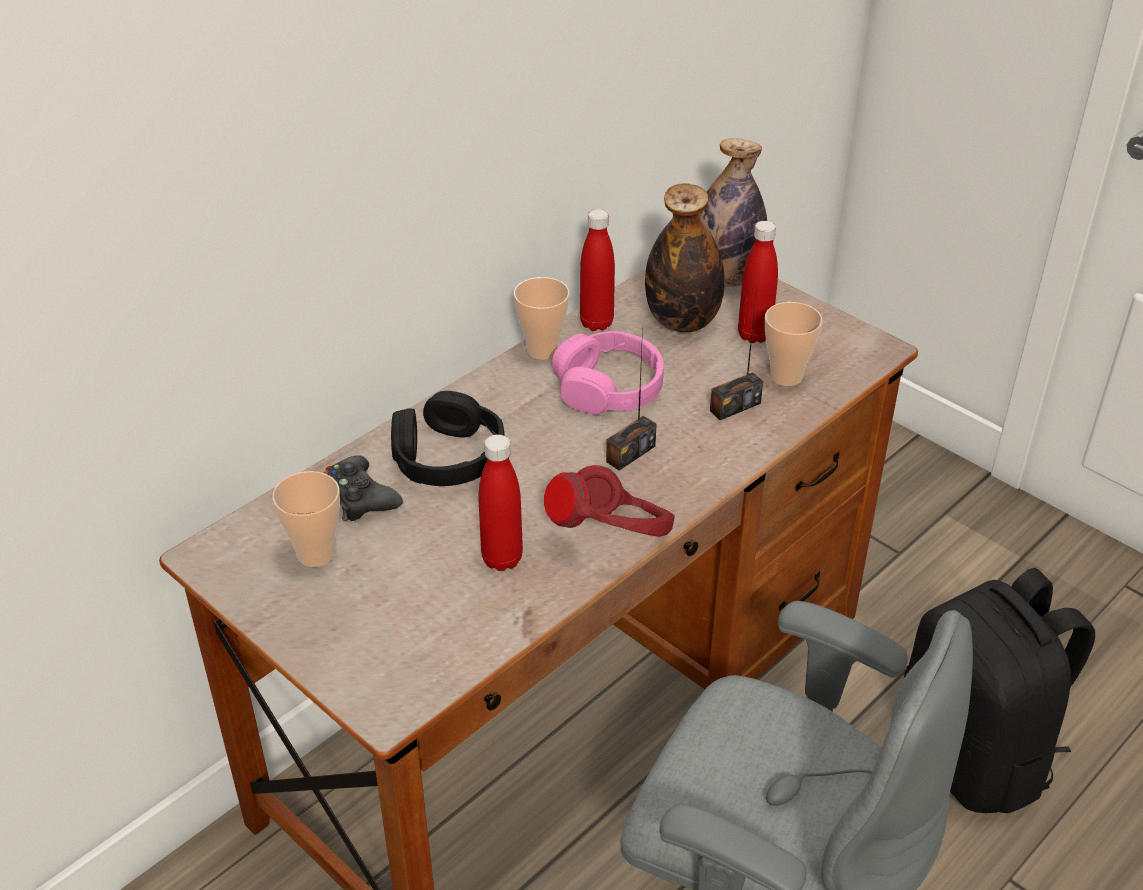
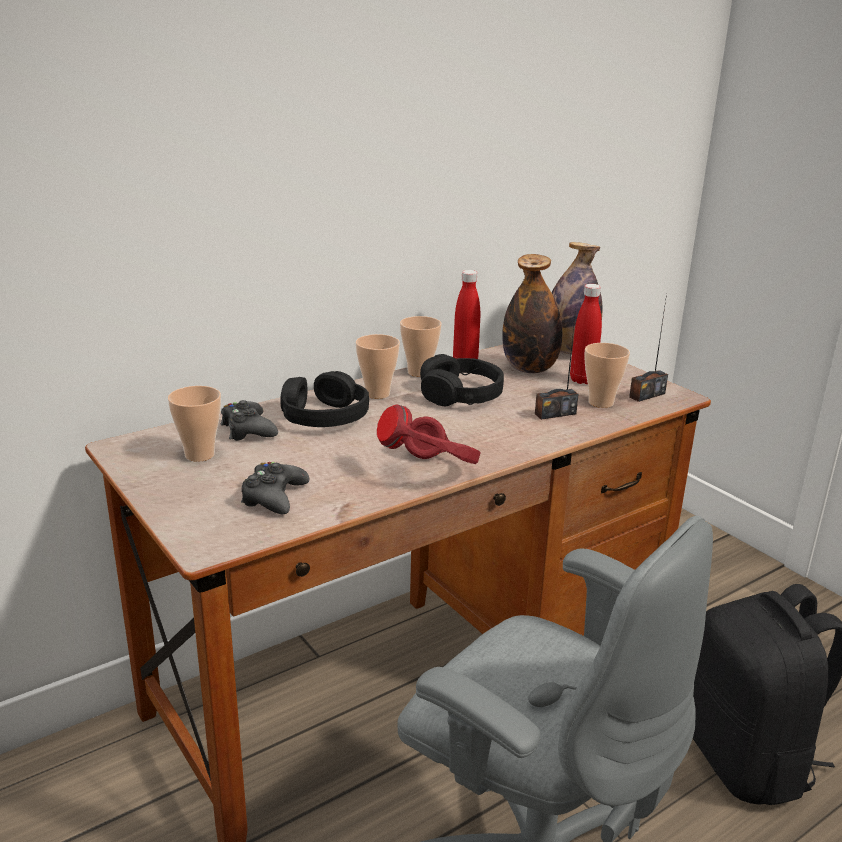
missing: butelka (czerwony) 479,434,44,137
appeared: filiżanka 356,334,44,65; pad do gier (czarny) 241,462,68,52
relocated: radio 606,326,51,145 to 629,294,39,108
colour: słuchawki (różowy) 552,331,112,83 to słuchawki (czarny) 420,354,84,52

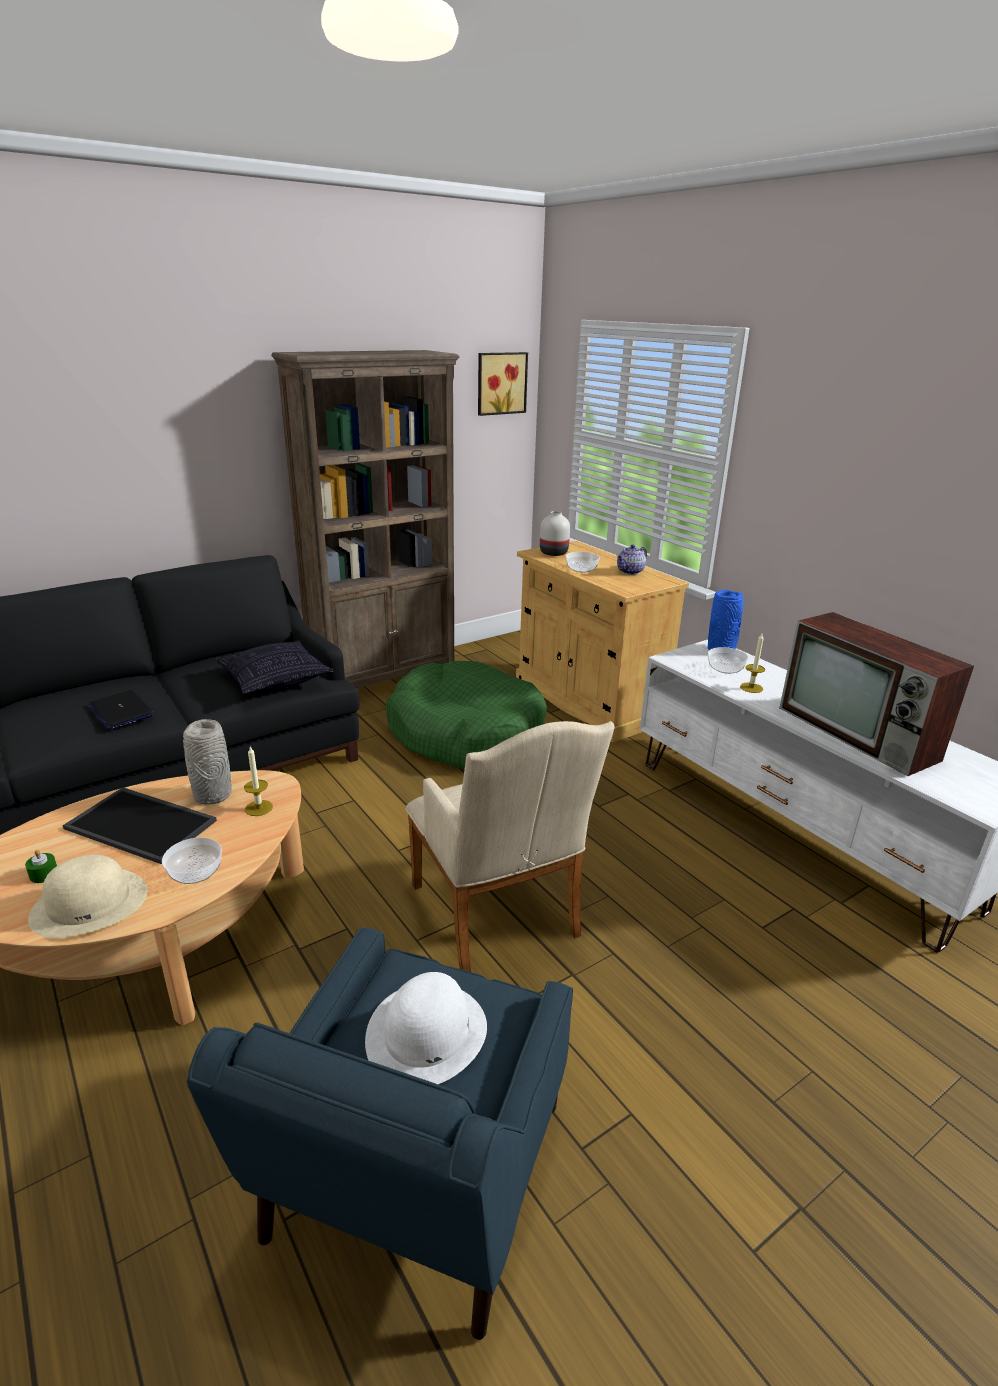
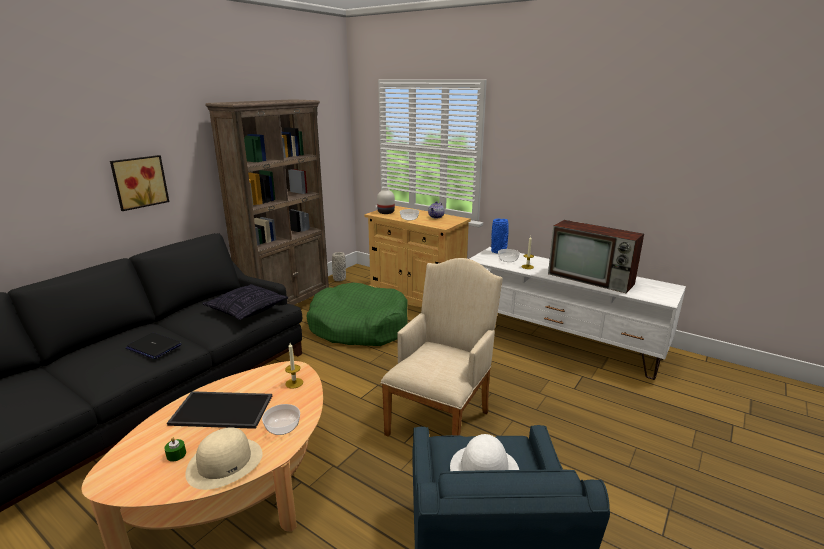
relocated: obraz 478,352,50,64 to 110,155,59,56; wazon (szary) 183,719,49,86 to 332,252,14,29
spun: fotel (beżowy) 406,721,209,251 = 381,258,122,179 105 degrees counterclockwise

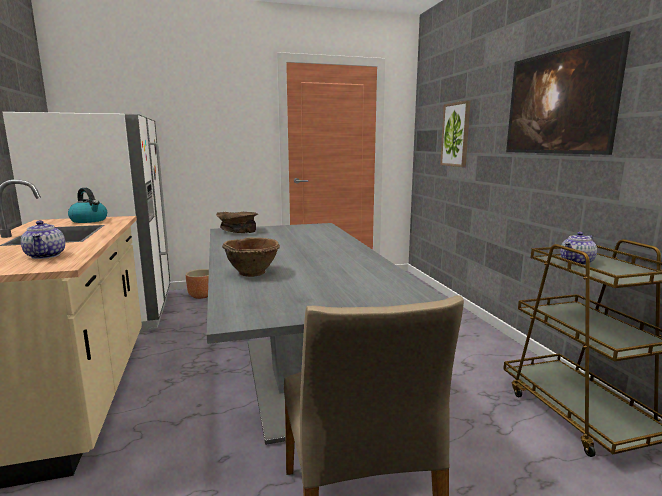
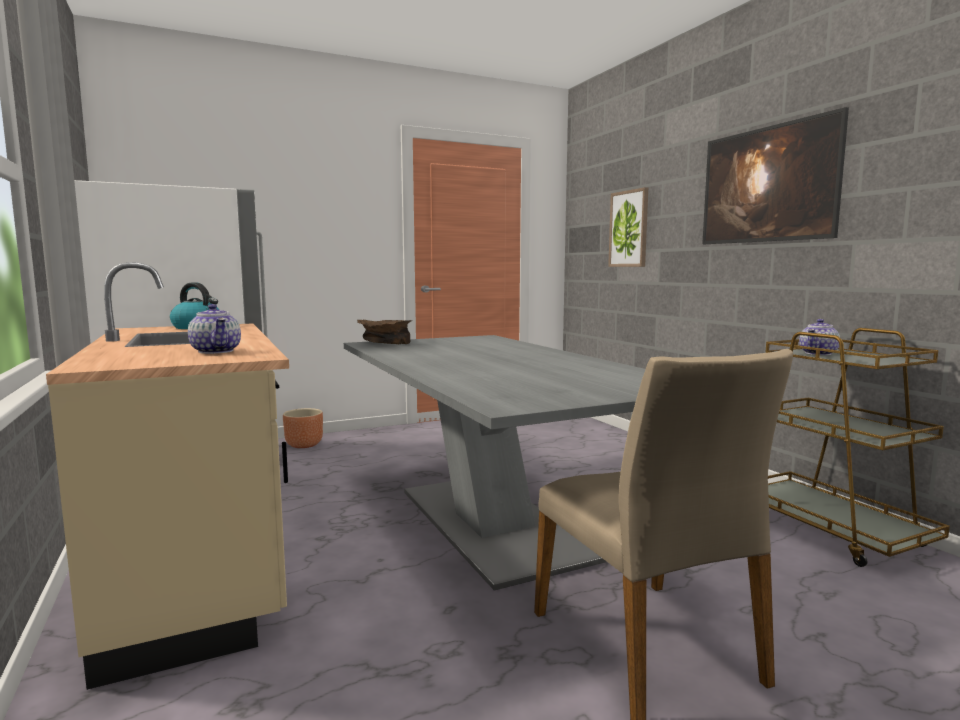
missing: miska (brązowy) 222,237,58,40

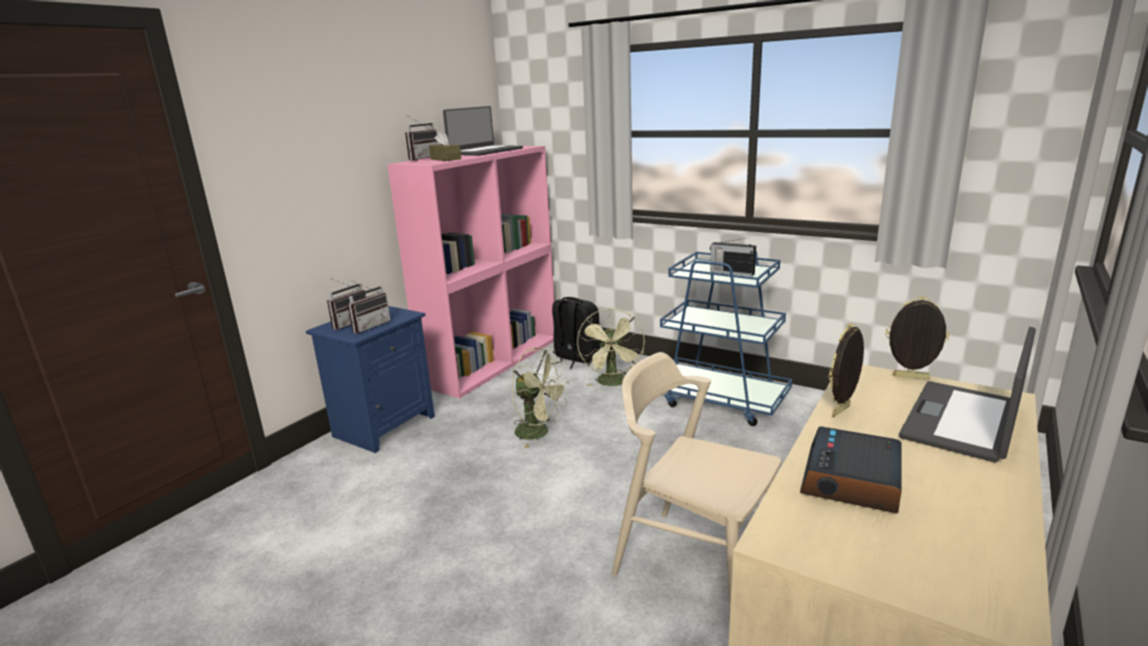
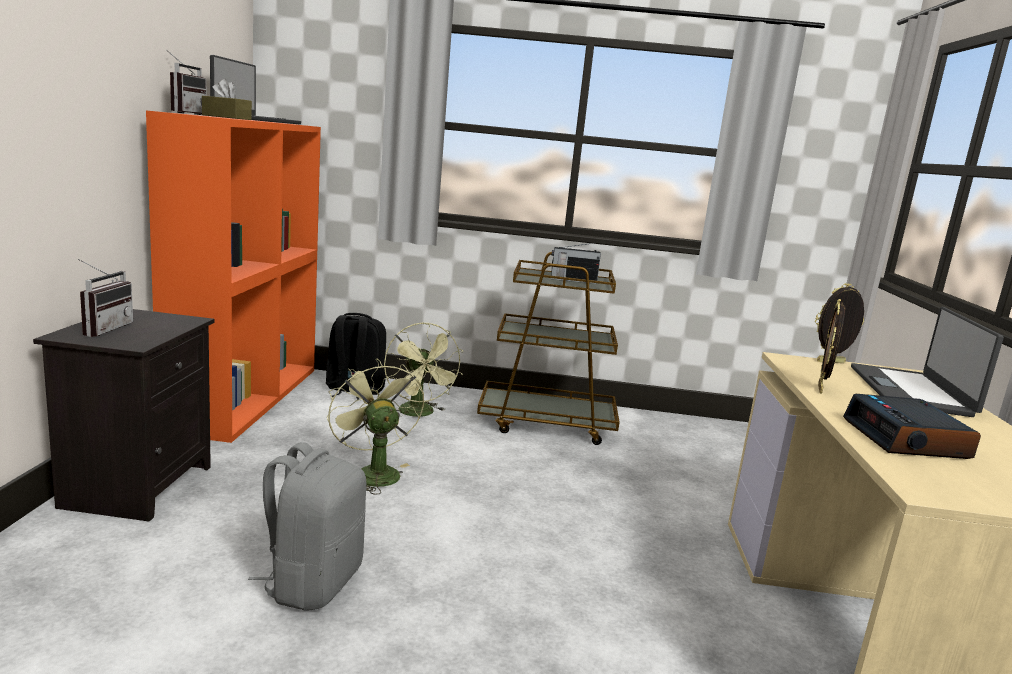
missing: radio 348,280,42,53; krzesło (beżowy) 612,352,169,259
appeared: plecak (szary) 248,442,118,169
colour: regał (różowy) 387,146,167,252 to regał (pomarańczowy) 146,110,175,333; wózek (niebieski) 660,251,132,175 to wózek (brązowy) 477,252,142,193; szafka nocna (niebieski) 306,306,129,147 to szafka nocna (czarny) 33,309,182,213
spun: wentylator (zielony) 512,347,58,101 = 327,358,97,137 120 degrees counterclockwise

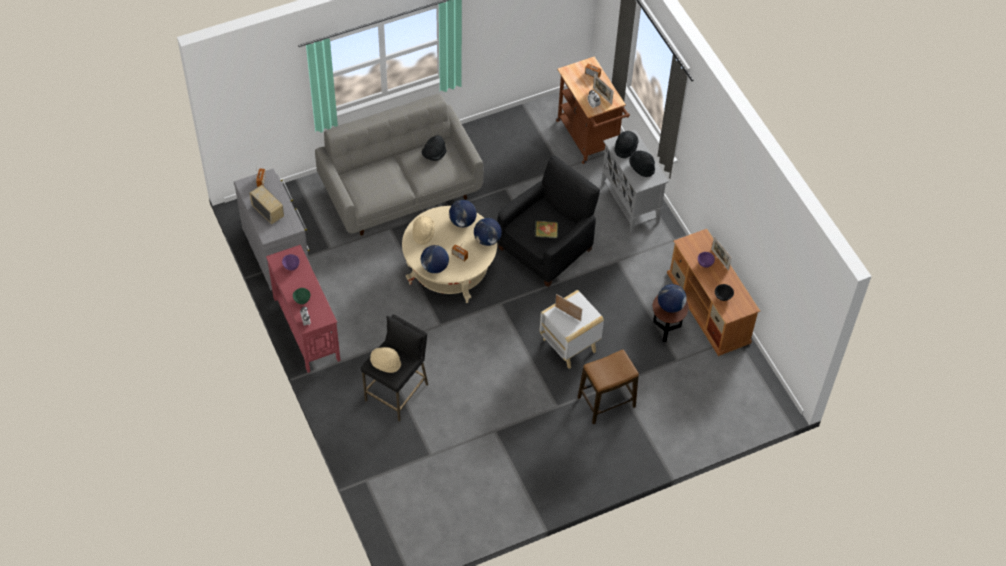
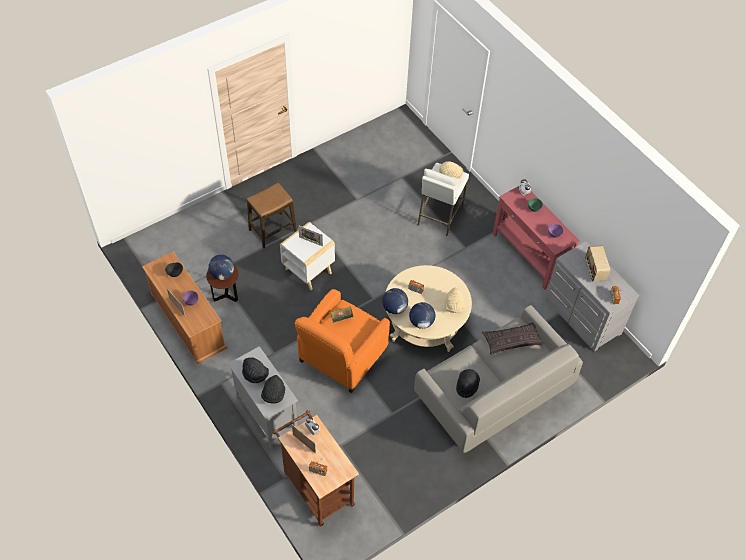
missing: globus 421,245,28,28
appeared: poduszka 482,322,62,33
colour: fotel (czarny) 497,156,103,131 to fotel (pomarańczowy) 295,289,95,104; stołek (czarny) 361,314,67,108 to stołek (biały) 418,163,51,73
spun: radio 249,185,35,39 = 585,245,25,37 45 degrees clockwise

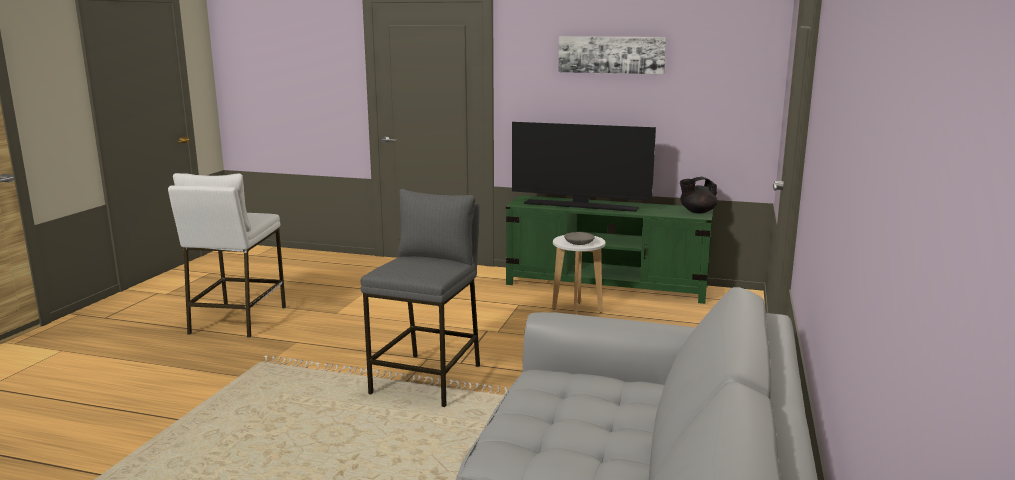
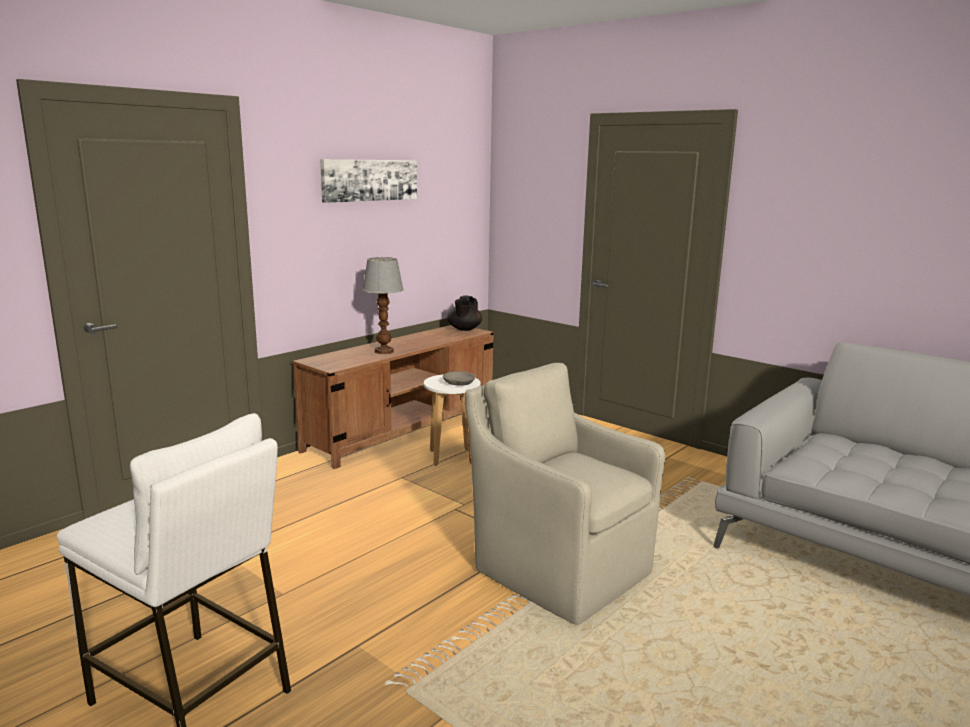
exchanged: telewizor 512,122,144,90 to lampa stołowa 362,257,42,97; stołek (szary) 361,189,119,218 to fotel (beżowy) 465,363,200,262
colour: szafka pod telewizor (zielony) 506,195,207,109 to szafka pod telewizor (brązowy) 293,325,201,144

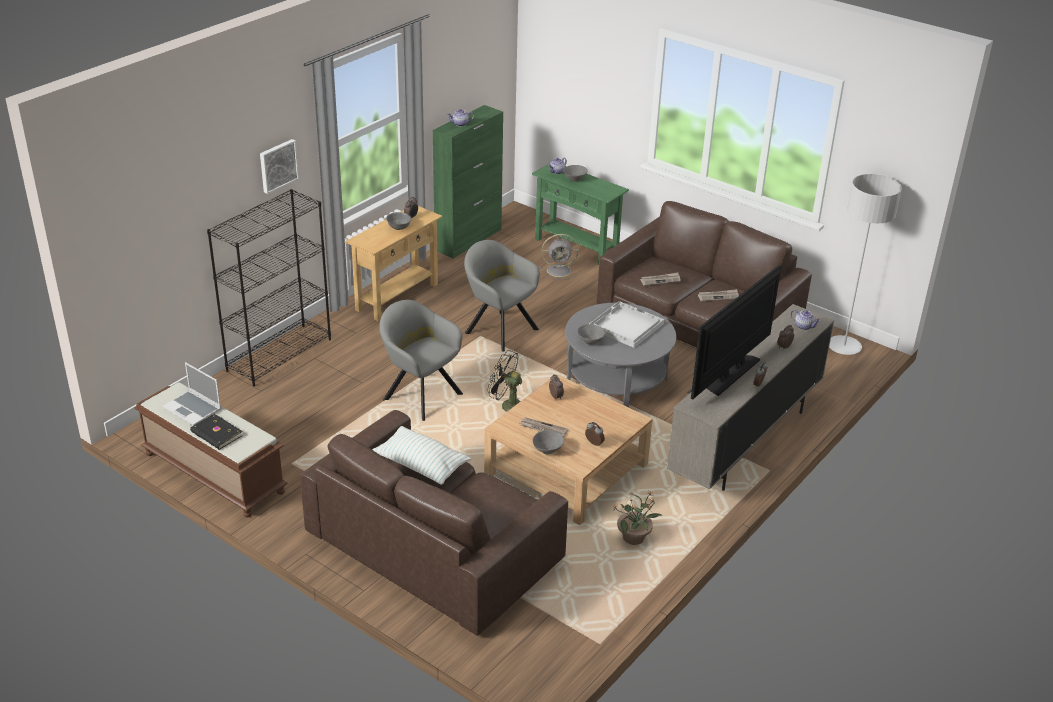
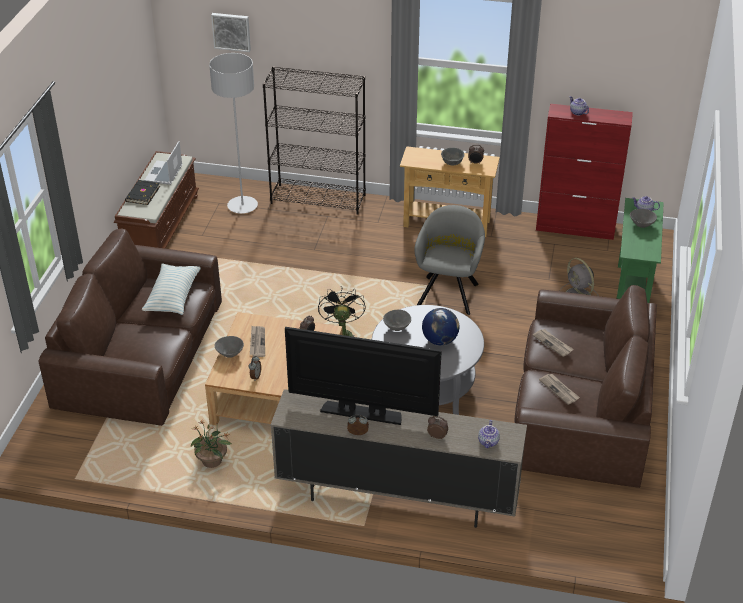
missing: fotel (szary) 379,300,84,121
relocated: obraz 260,139,39,55 to 211,13,40,39; lampa stojąca (szary) 829,174,73,181 to 209,53,49,161
exchanged: taca (biały) 589,301,75,47 to globus 422,308,37,37
colour: szafka (zielony) 433,105,70,153 to szafka (czerwony) 536,104,97,136

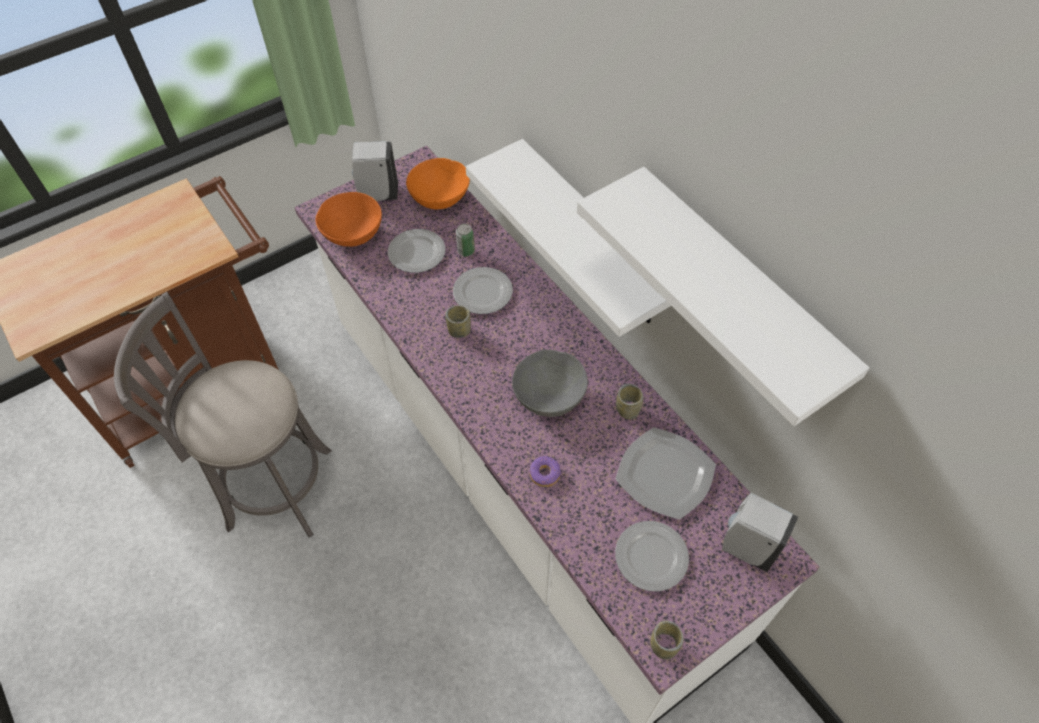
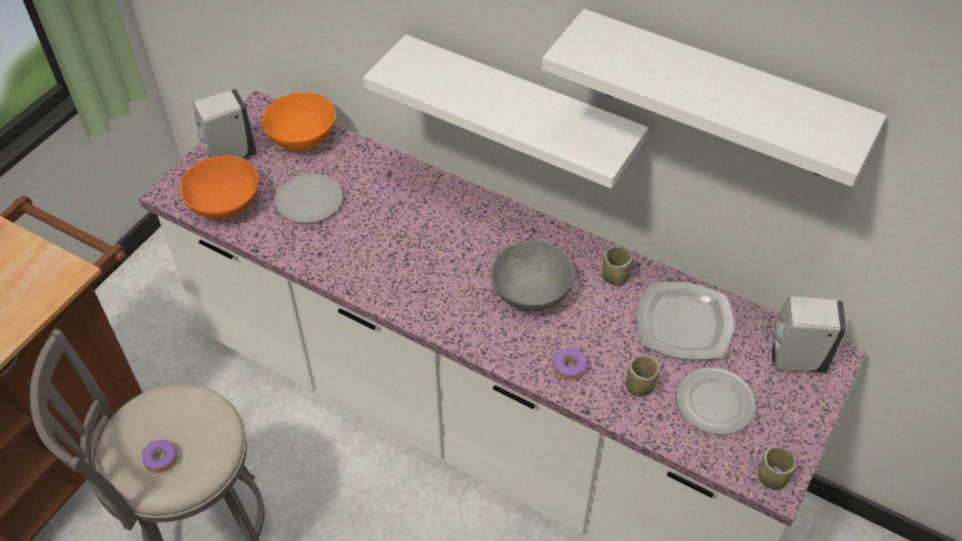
missing: puszka 456,224,19,33; talerz 453,267,60,47
appeared: donut 141,440,36,33
relocated: filiżanka 445,305,26,33 to 626,356,34,41

